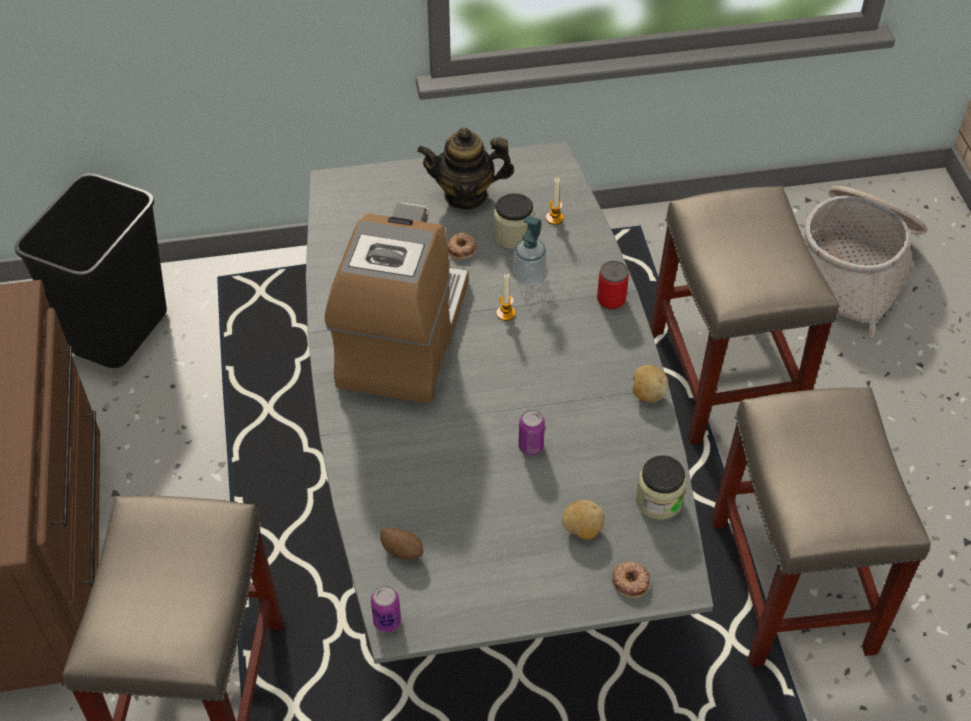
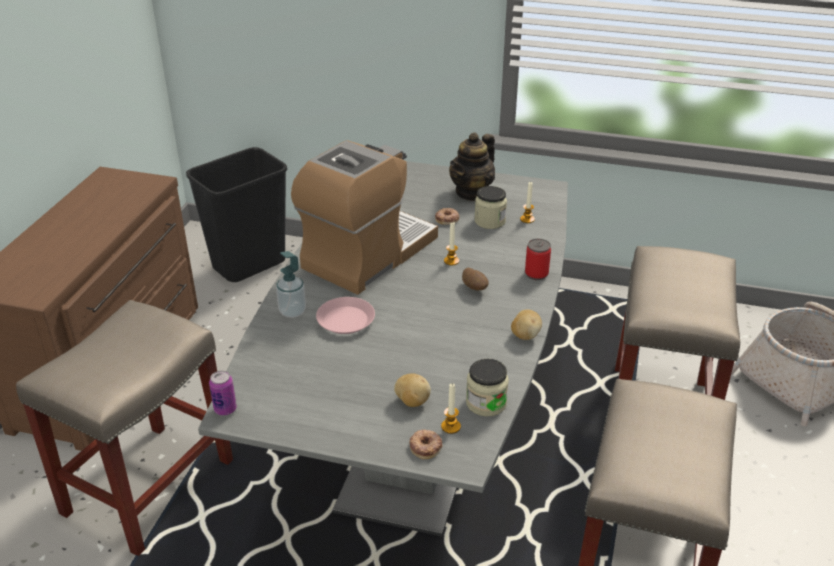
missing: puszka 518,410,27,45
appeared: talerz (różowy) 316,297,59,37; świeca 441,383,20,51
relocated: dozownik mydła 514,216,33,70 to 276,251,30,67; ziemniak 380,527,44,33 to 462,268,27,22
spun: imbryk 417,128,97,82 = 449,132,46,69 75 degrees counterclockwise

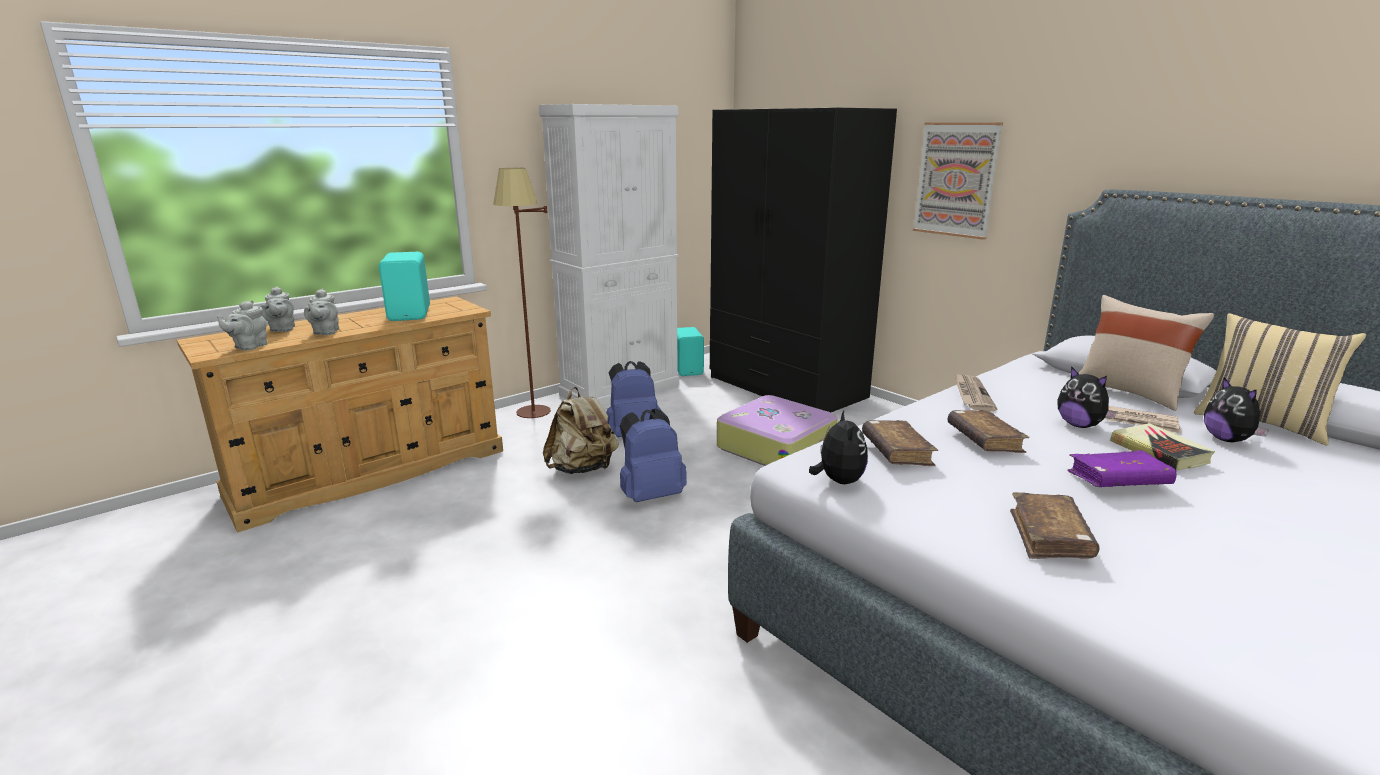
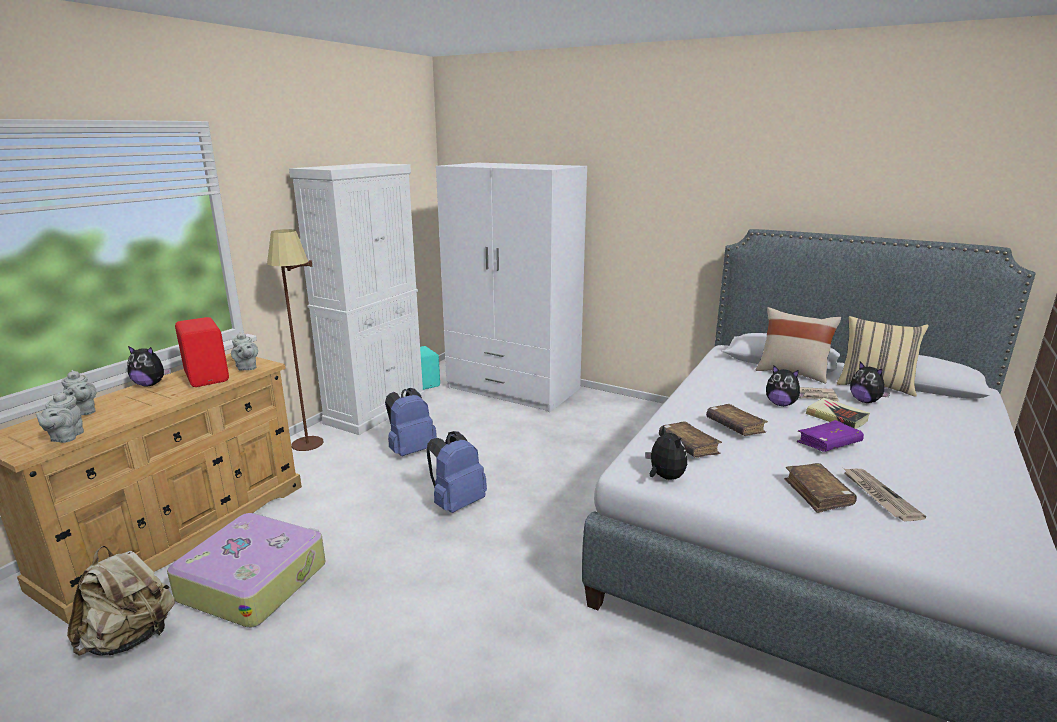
missing: obraz 913,122,90,118
appeared: pluszak 127,346,44,40
relocated: imbryk (szary) 304,289,35,46 to 231,332,27,39; gazeta 954,373,44,38 to 843,468,83,54; plecak (beżowy) 543,387,75,87 to 67,546,108,110; walizka 717,395,120,71 to 167,512,158,116
colour: szafa (czarny) 710,108,187,304 to szafa (biały) 436,163,151,249; głośnik (turkusowy) 379,252,51,69 to głośnik (czerwony) 175,317,54,70

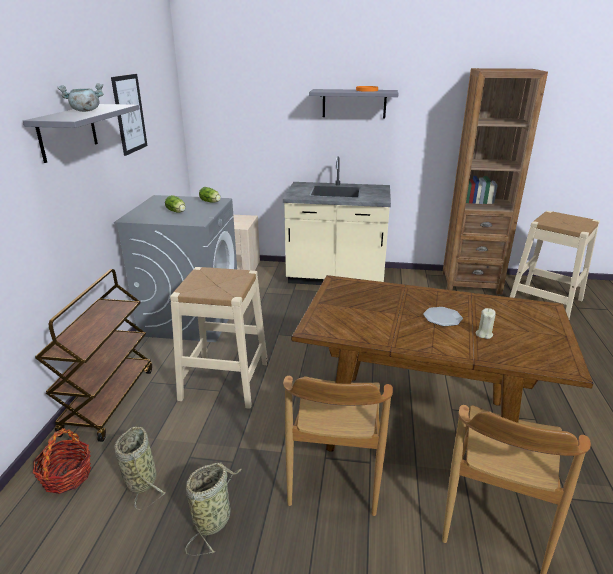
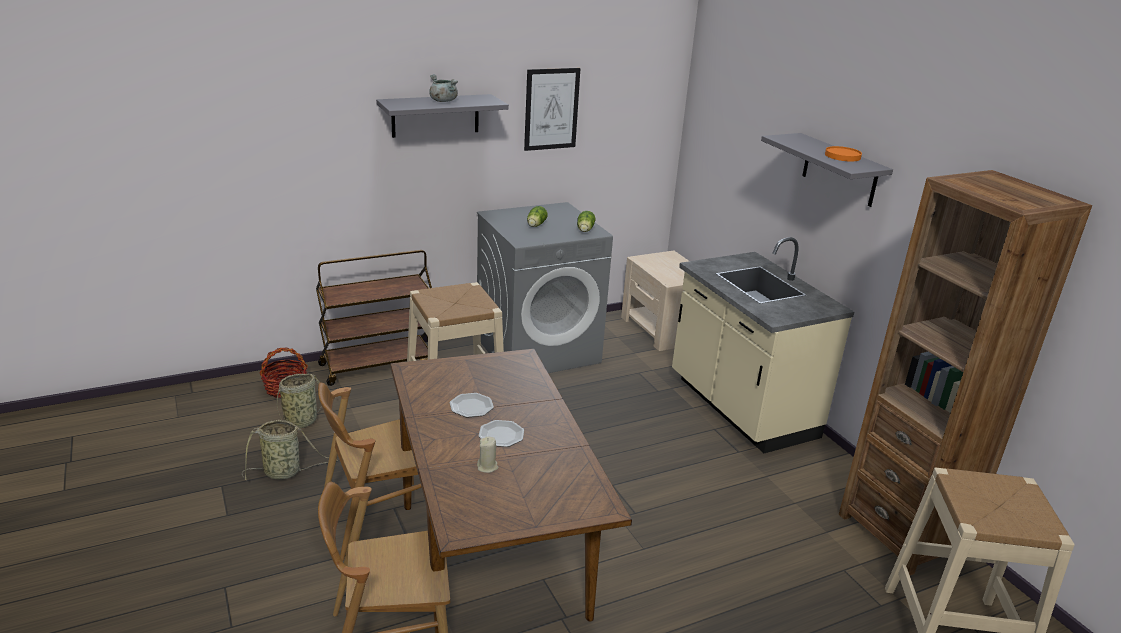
appeared: talerz 449,393,45,25

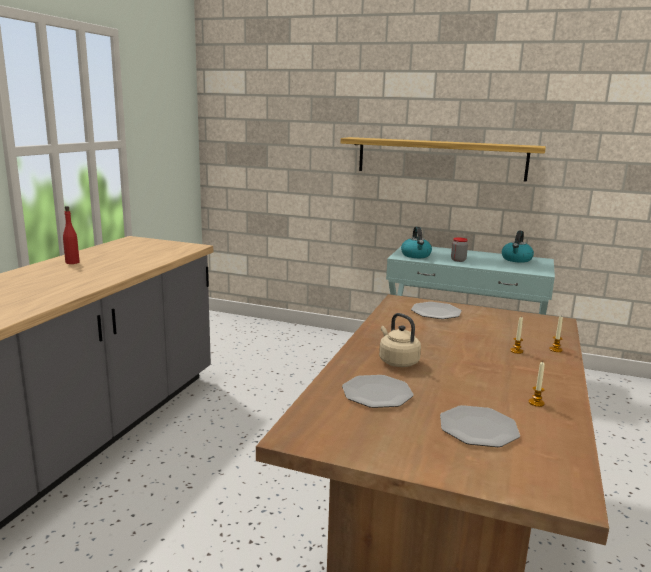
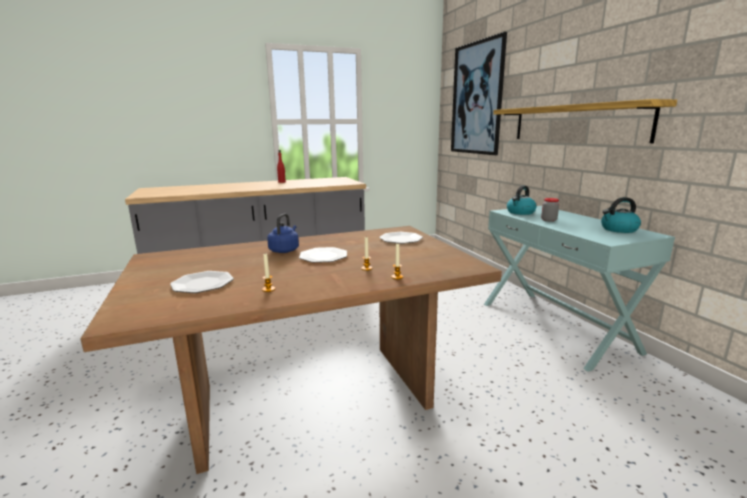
appeared: obraz 451,32,56,123
relocated: talerz 342,375,72,33 to 299,247,48,16
colour: czajnik (beżowy) 379,313,42,54 to czajnik (niebieski) 267,213,32,40

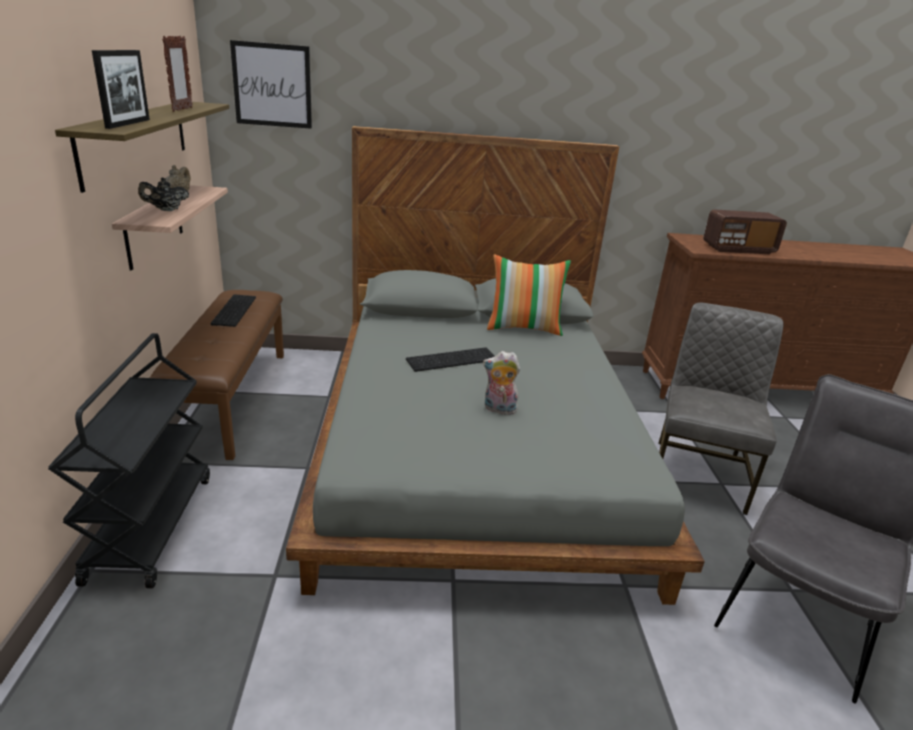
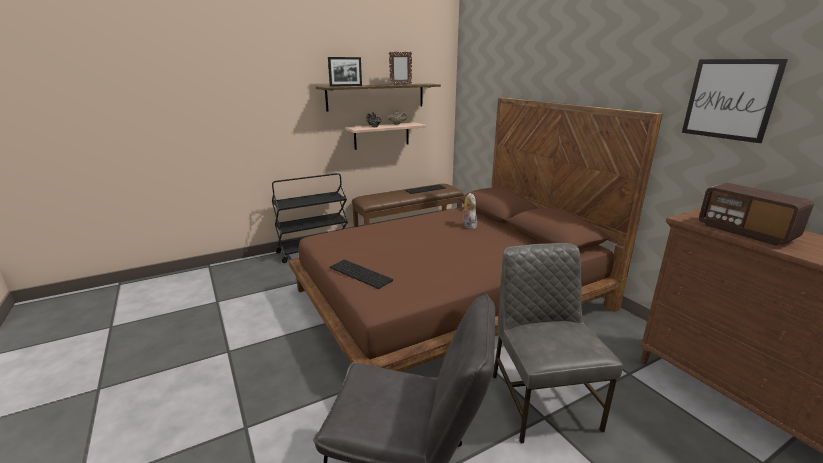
missing: poduszka 487,255,84,81
relocated: obraz 230,40,82,89 to 682,59,106,84; klawiatura 406,347,88,25 to 330,259,63,30; pluszak 483,351,37,64 to 462,193,15,36
colour: łóżko (szary) 286,126,419,479 to łóżko (brązowy) 289,97,373,275
spun: krzesło (szary) 658,303,126,212 = 493,243,130,201 90 degrees counterclockwise

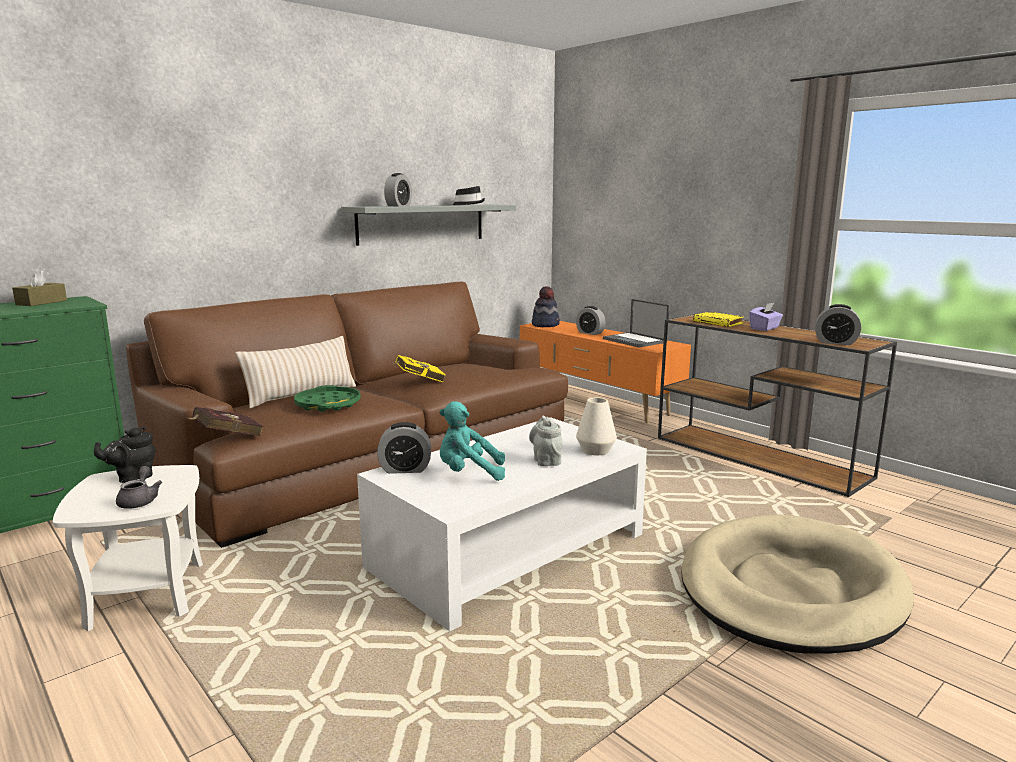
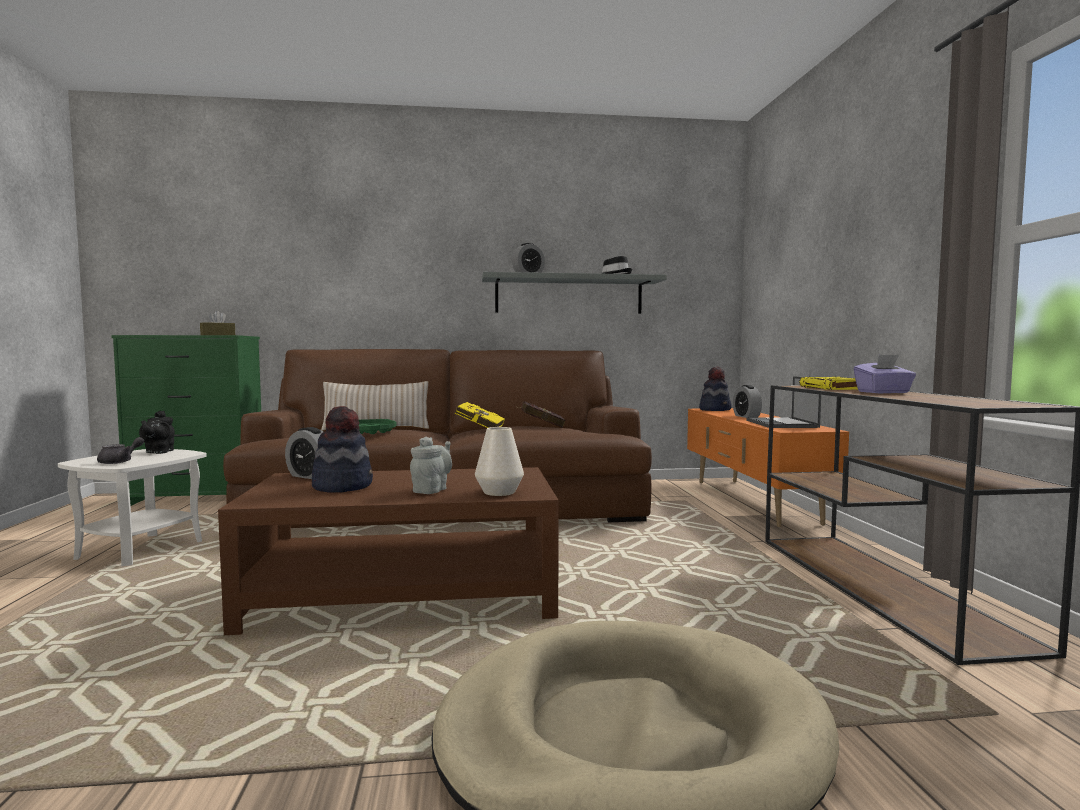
missing: budzik 815,304,46,41
relocated: książka (czerwony) 188,407,75,29 to 517,401,49,27
exchanged: pluszak (turkusowy) 439,401,66,80 to kapelusz 312,406,61,87
colour: ława (biały) 357,417,290,214 to ława (brązowy) 218,467,341,168
spun: imbryk (czarny) 94,427,62,56 = 139,411,36,43 90 degrees counterclockwise

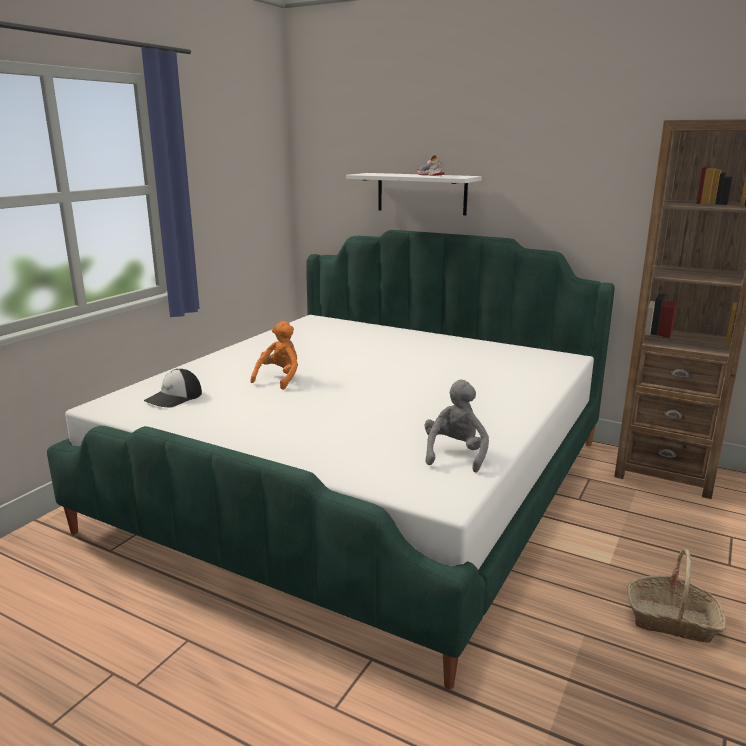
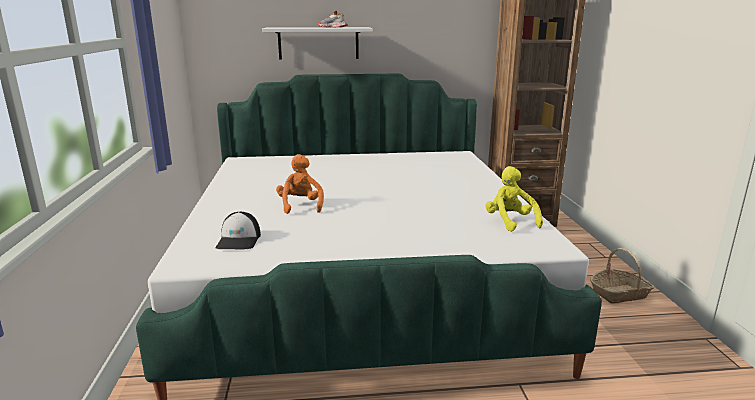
colour: pluszak (szary) 424,380,65,92 to pluszak (żółty) 485,166,58,66

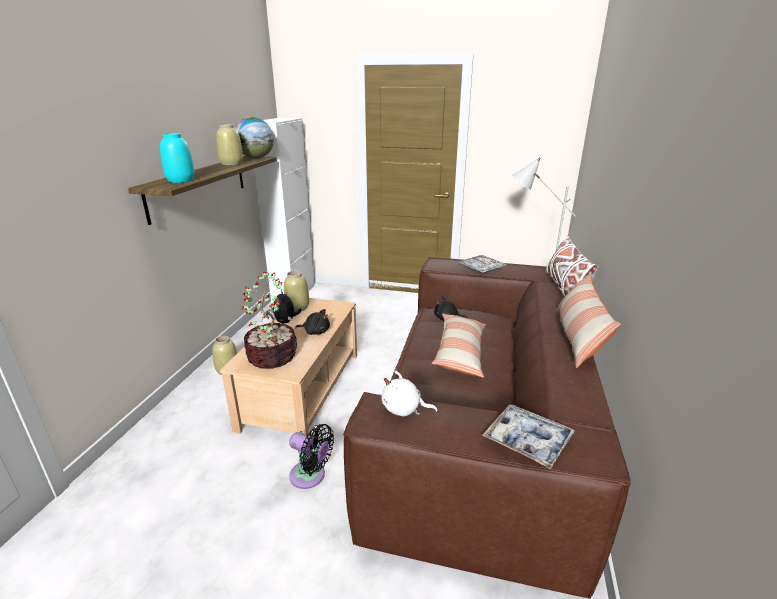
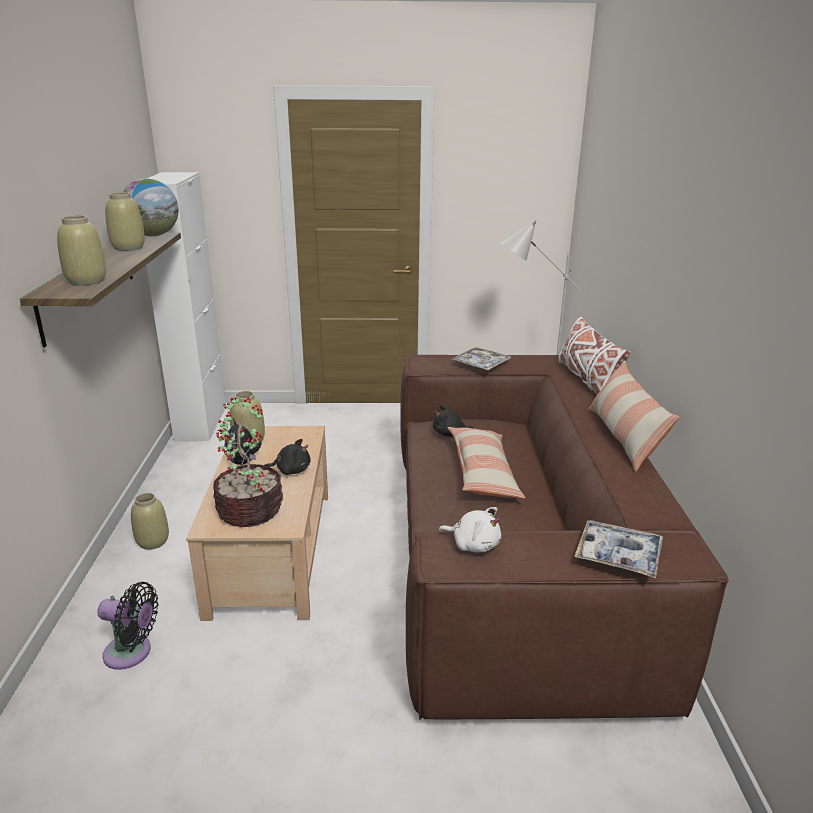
relocated: wentylator (czarny) 289,424,45,65 to 97,582,61,88
colour: wazon (turkusowy) 160,133,35,50 to wazon (beżowy) 57,215,49,70
spun: pluszak (biały) 382,370,56,46 = 438,507,63,45 150 degrees counterclockwise

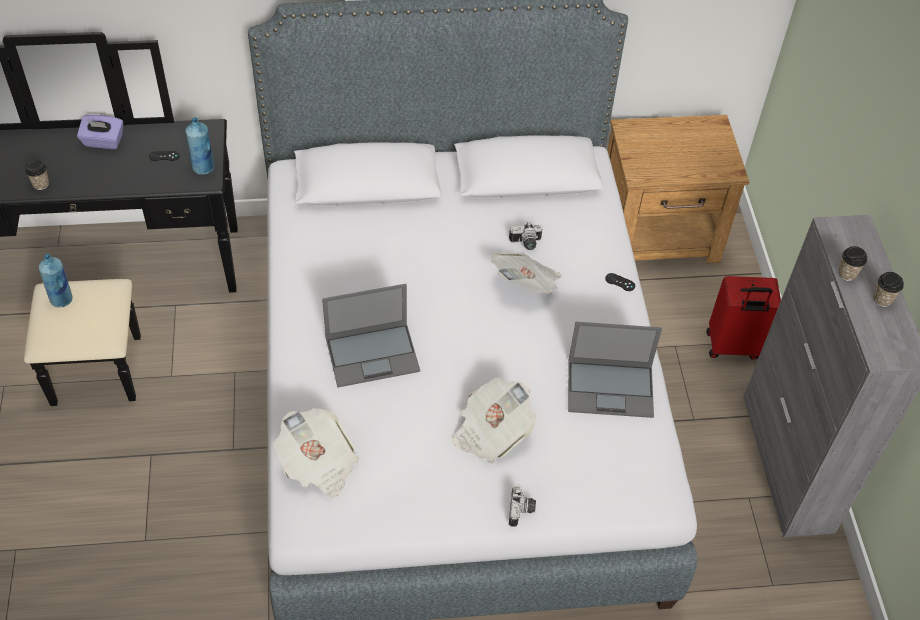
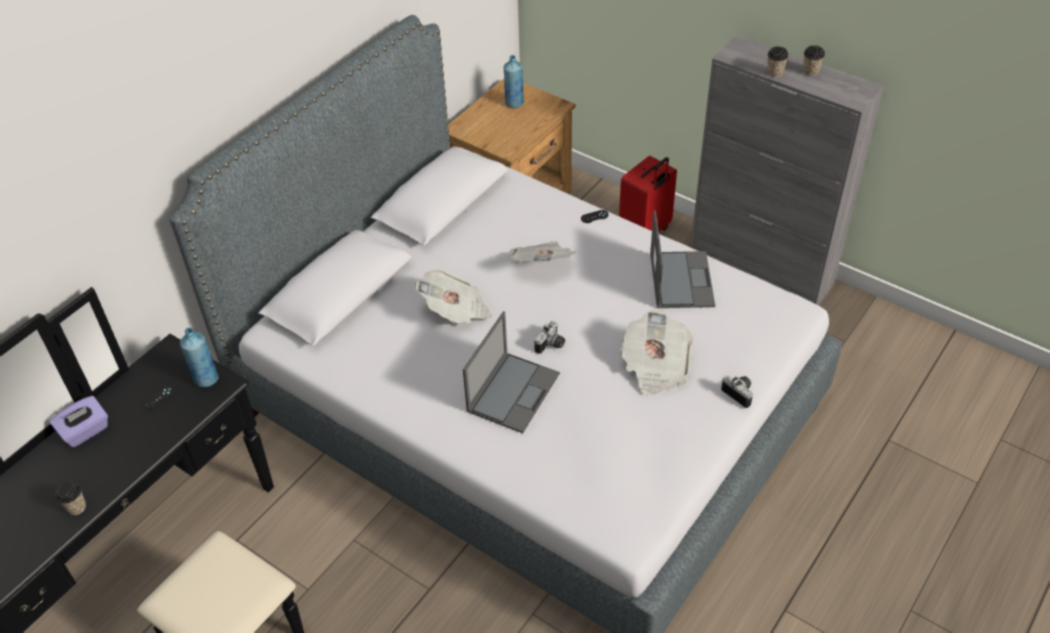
relocated: aparat fotograficzny 509,222,34,28 to 534,320,31,34; butelka (niebieski) 39,254,34,54 to 504,55,20,53; gazeta 274,408,85,89 to 415,270,77,54
spun: laptop 568,322,94,96 = 650,211,65,97 45 degrees counterclockwise

